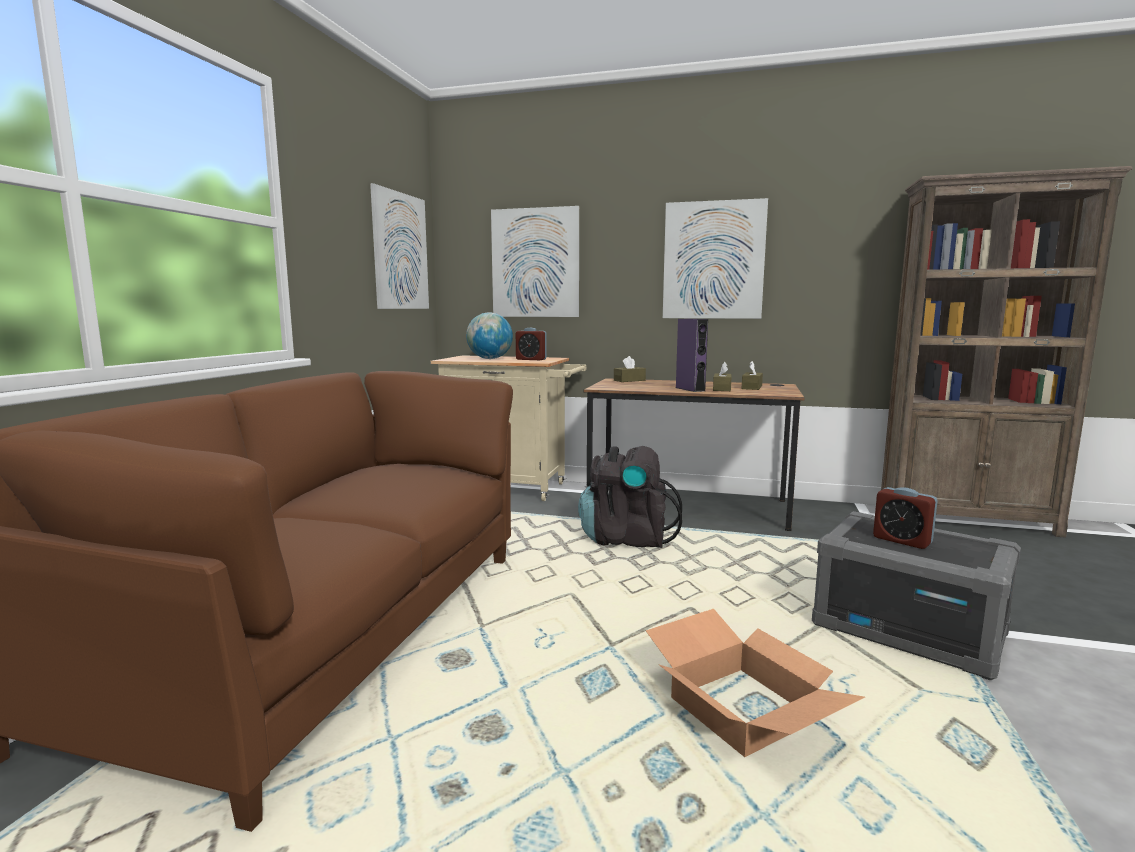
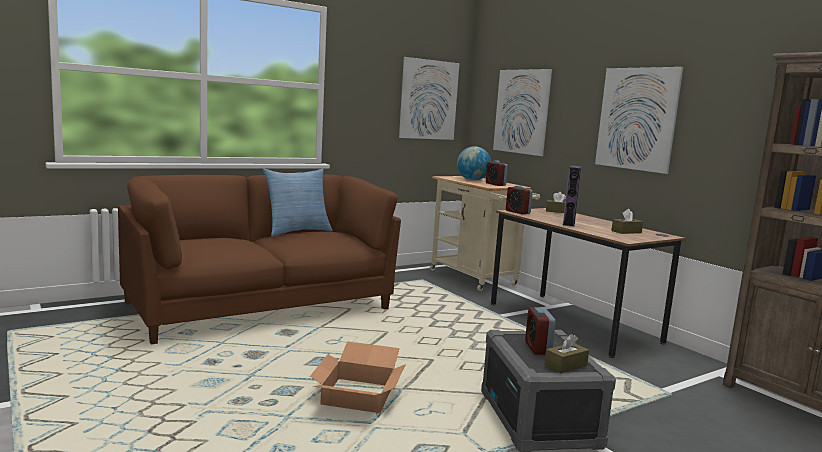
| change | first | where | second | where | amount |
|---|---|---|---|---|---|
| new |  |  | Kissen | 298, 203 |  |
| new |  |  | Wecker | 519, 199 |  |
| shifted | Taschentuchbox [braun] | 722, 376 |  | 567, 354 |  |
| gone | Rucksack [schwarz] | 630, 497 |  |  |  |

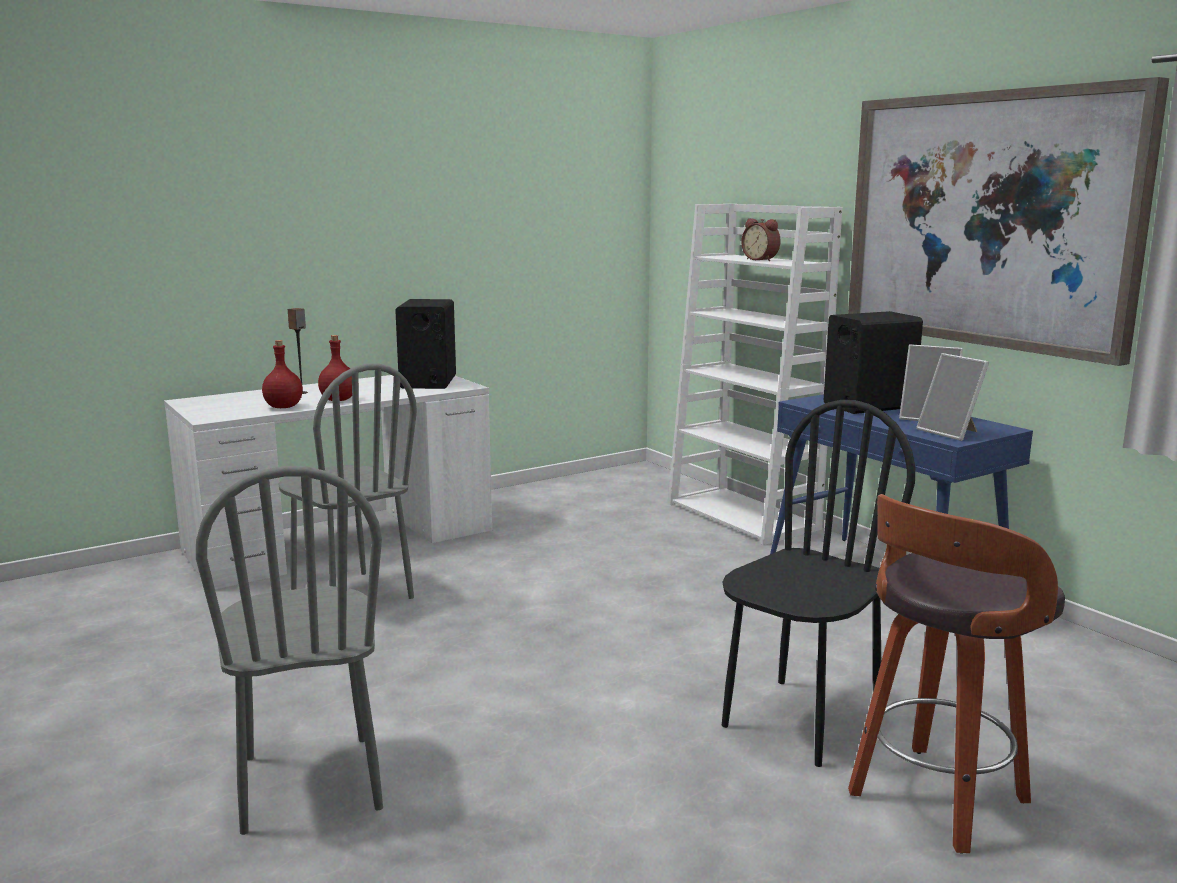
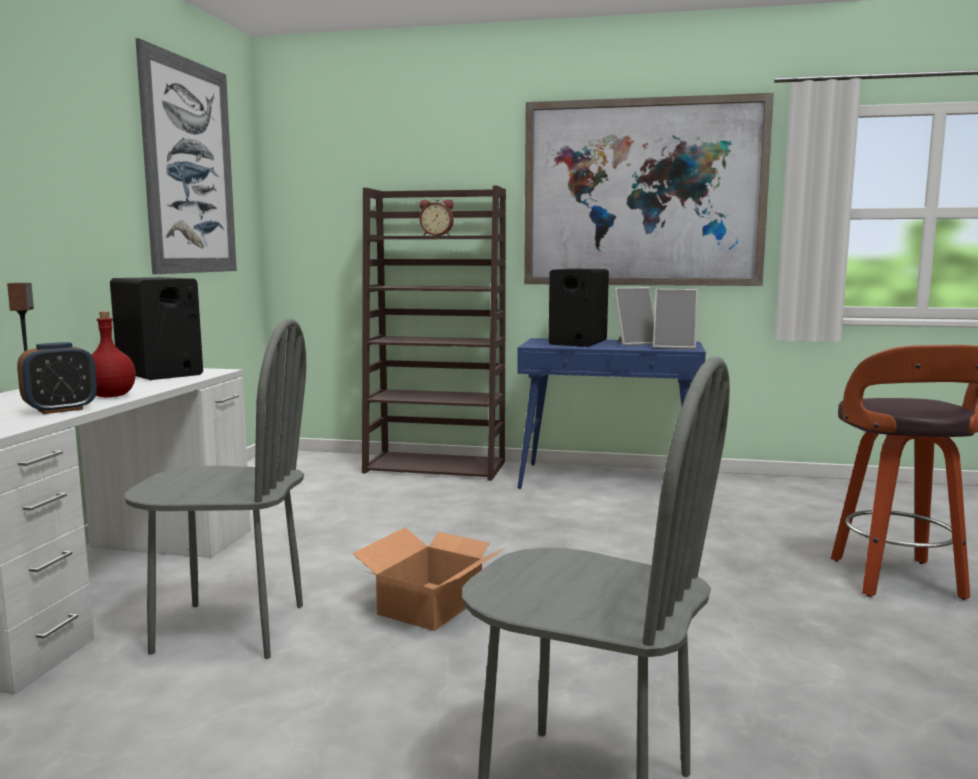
| change | first | where | second | where | amount |
|---|---|---|---|---|---|
| swapped | Flasche [rot] | 282, 374 | Wecker | 57, 378 |  |
| new |  |  | Bild | 186, 156 |  |
| new |  |  | Karton | 428, 579 |  |
| repainted | Bücherregal [weiß] | 755, 374 | Bücherregal [braun] | 434, 333 |  |
| gone | Stuhl [schwarz] | 818, 583 |  |  |  |

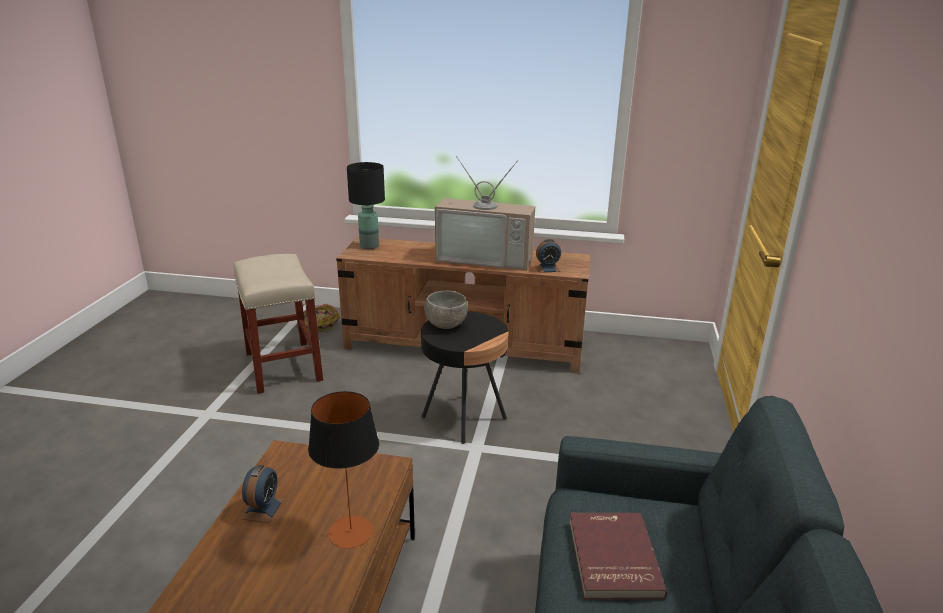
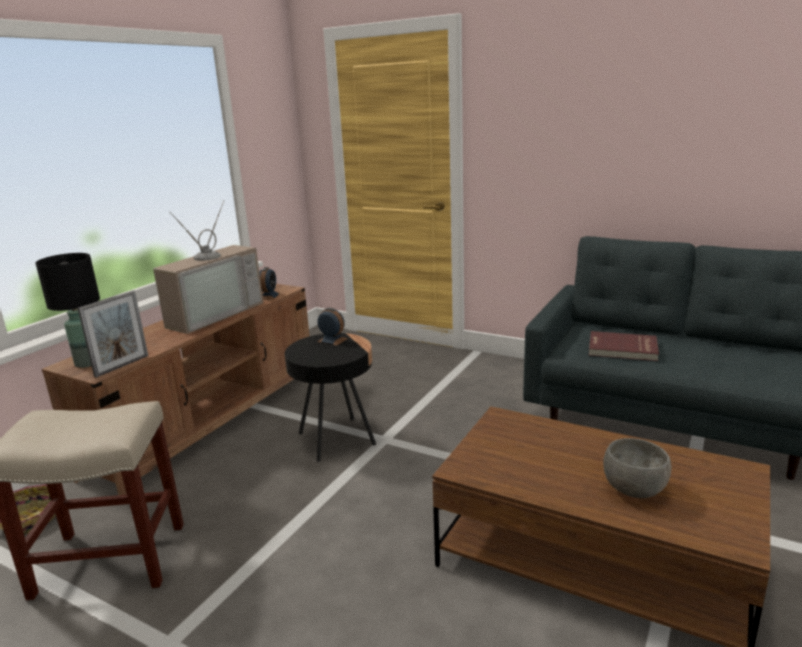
| change | first | where | second | where | amount |
|---|---|---|---|---|---|
| new |  |  | Bilderrahmen | 113, 334 |  |
| shifted | Wecker | 263, 494 |  | 332, 327 |  |
| shifted | Schüssel [grau] | 446, 310 |  | 637, 468 |  |
| gone | Tischlampe | 343, 469 |  |  |  |

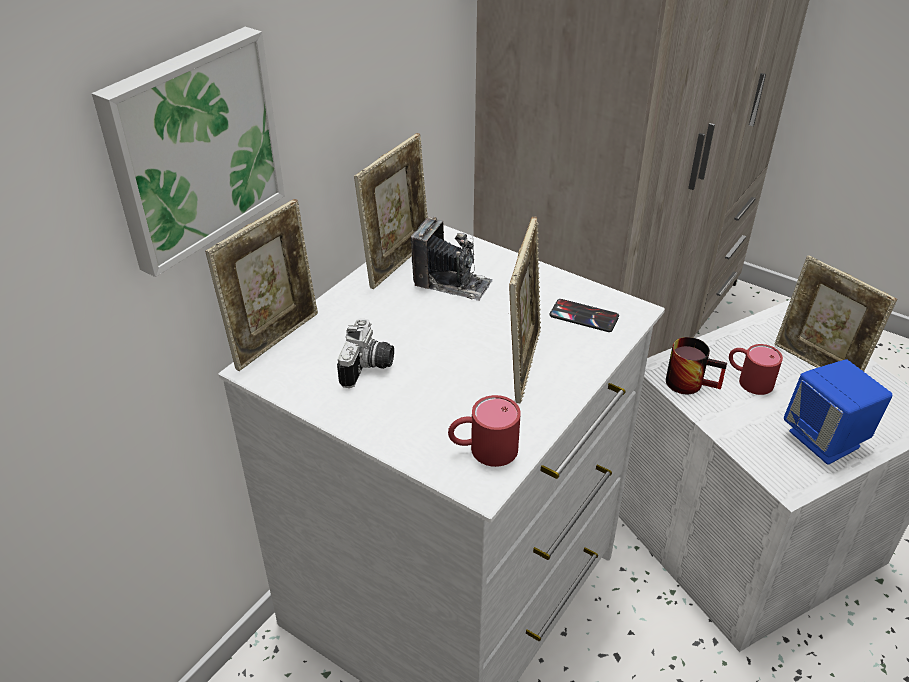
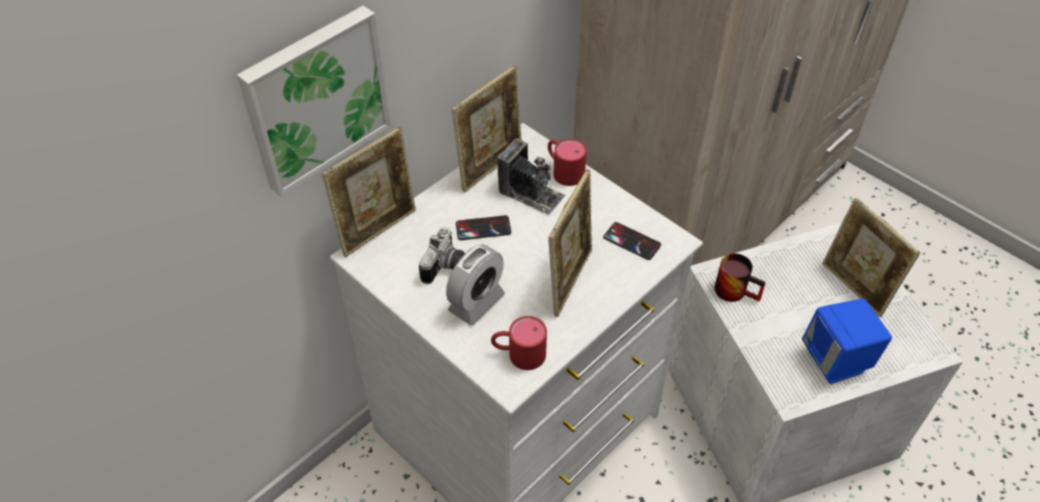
| change | first | where | second | where | amount |
|---|---|---|---|---|---|
| new |  |  | Wecker | 475, 285 |  |
| new |  |  | Handy | 483, 227 |  |
| shifted | Henkelbecher [rot] | 756, 369 |  | 567, 162 |  |

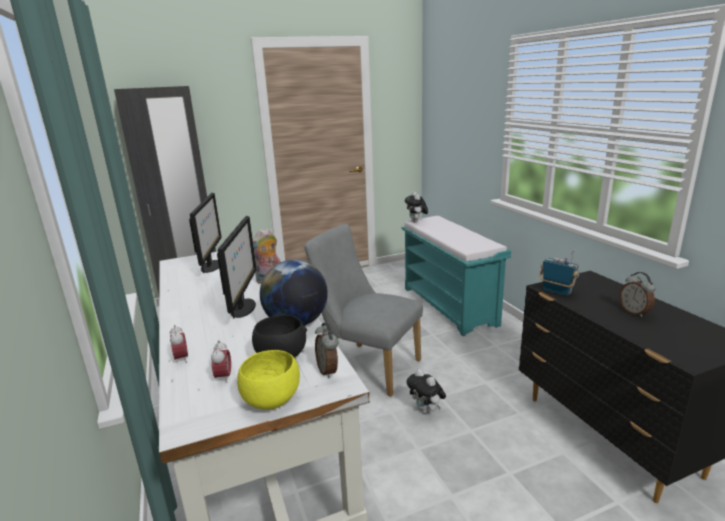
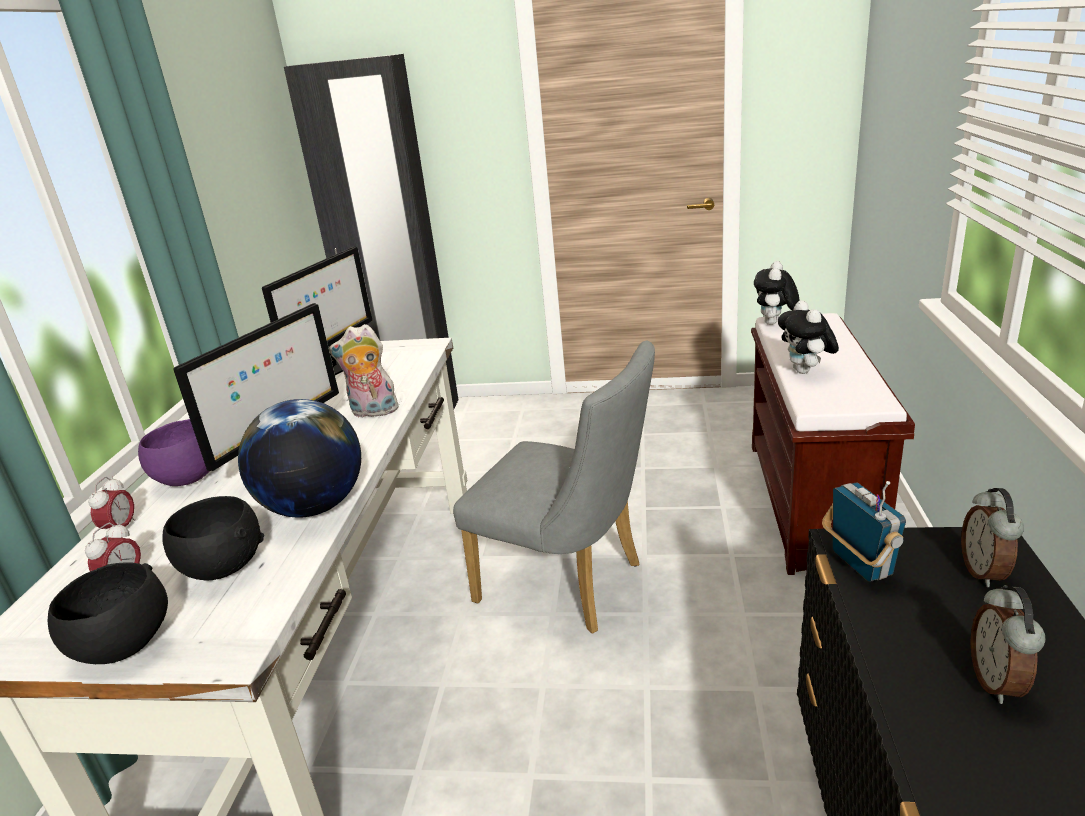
| change | first | where | second | where | amount |
|---|---|---|---|---|---|
| repainted | Schüssel [gelb] | 268, 380 | Schüssel [schwarz] | 107, 613 |  |
| new |  |  | Schüssel [lila] | 173, 452 |  |
| rotated | Stuhl [grau] | 363, 310 |  | 554, 487 | 150 degrees clockwise |
| repainted | Bank [türkis] | 456, 276 | Bank [braun] | 833, 444 |  |
| shifted | Plüschtier | 426, 391 |  | 808, 337 |  |
| shifted | Wecker | 326, 350 |  | 992, 537 |  |

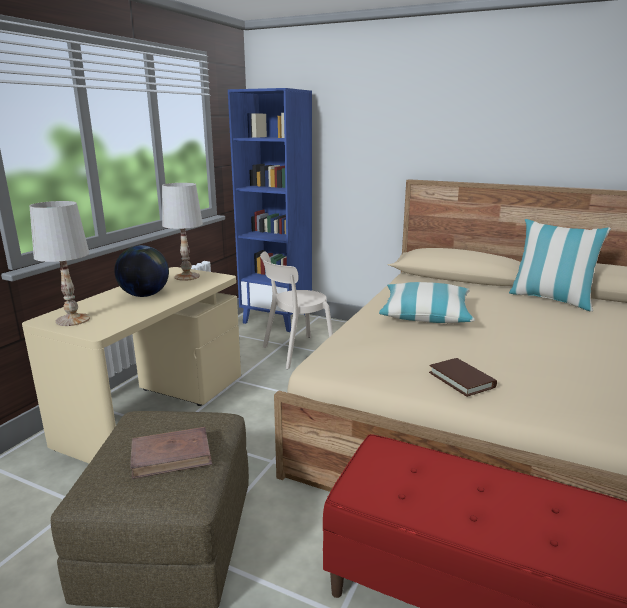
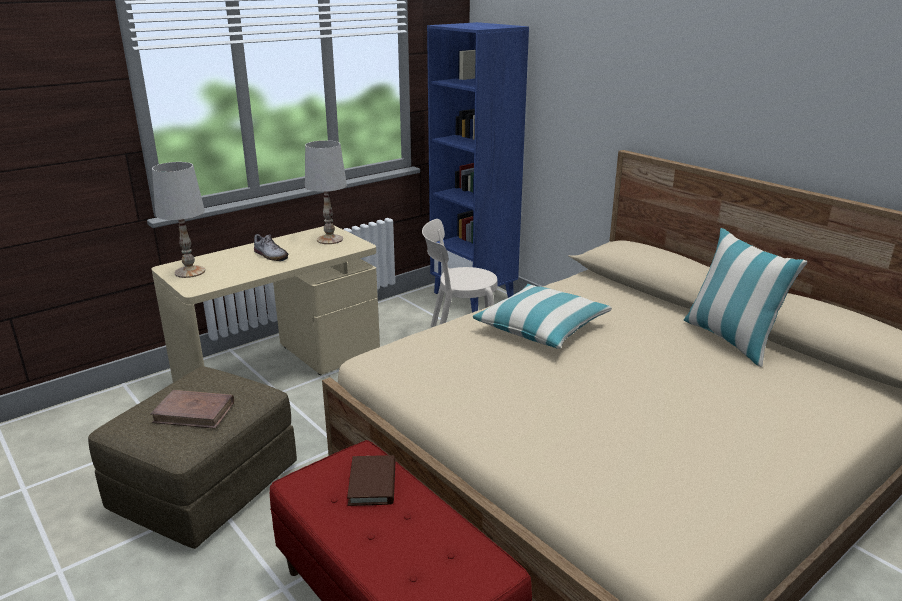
| change | first | where | second | where | amount |
|---|---|---|---|---|---|
| swapped | Globus | 141, 271 | Schuh | 271, 247 |  |
| shifted | Buch [braun] | 463, 377 |  | 371, 480 |  |

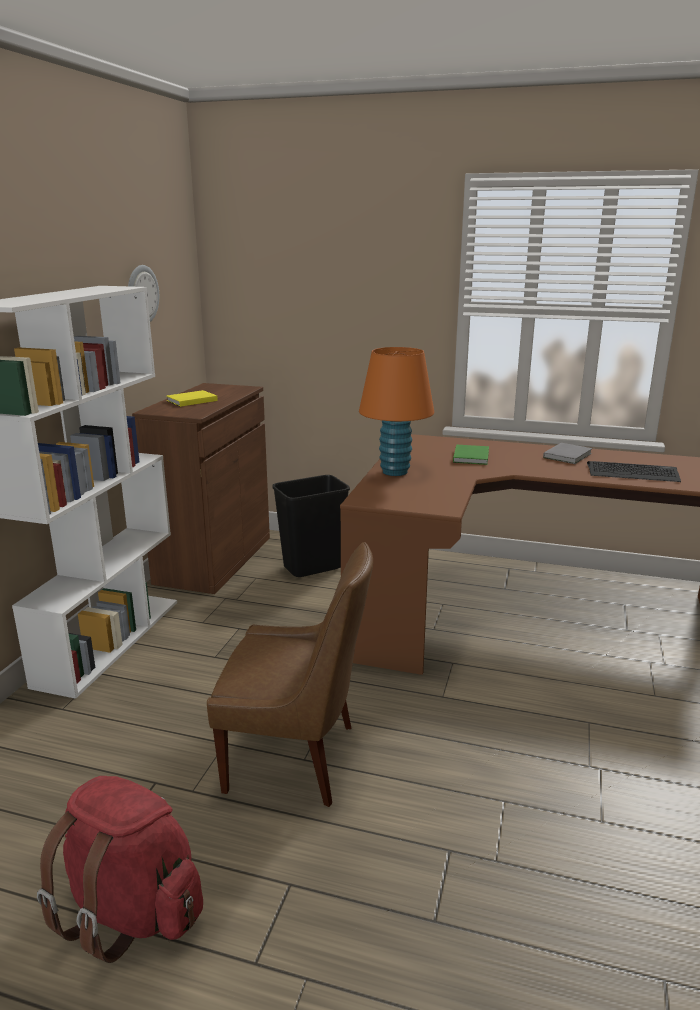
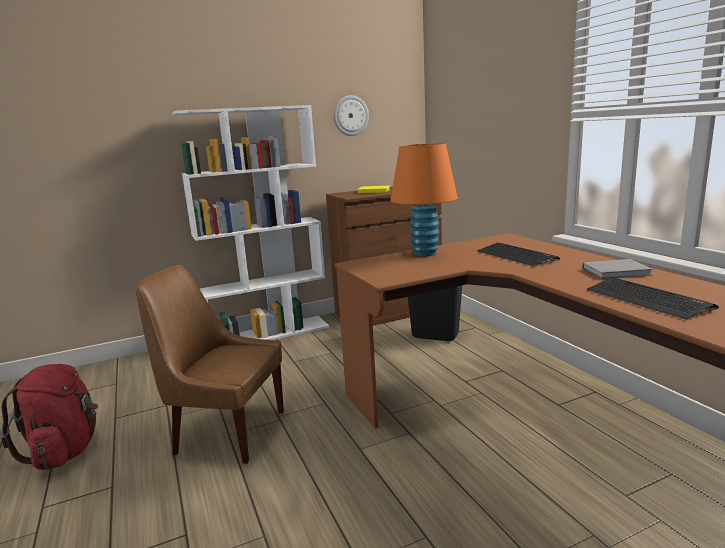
| change | first | where | second | where | amount |
|---|---|---|---|---|---|
| rotated | Stuhl [braun] | 290, 674 |  | 209, 364 | 135 degrees clockwise |
| swapped | Buch [grün] | 471, 455 | Tastatur | 518, 254 |  |

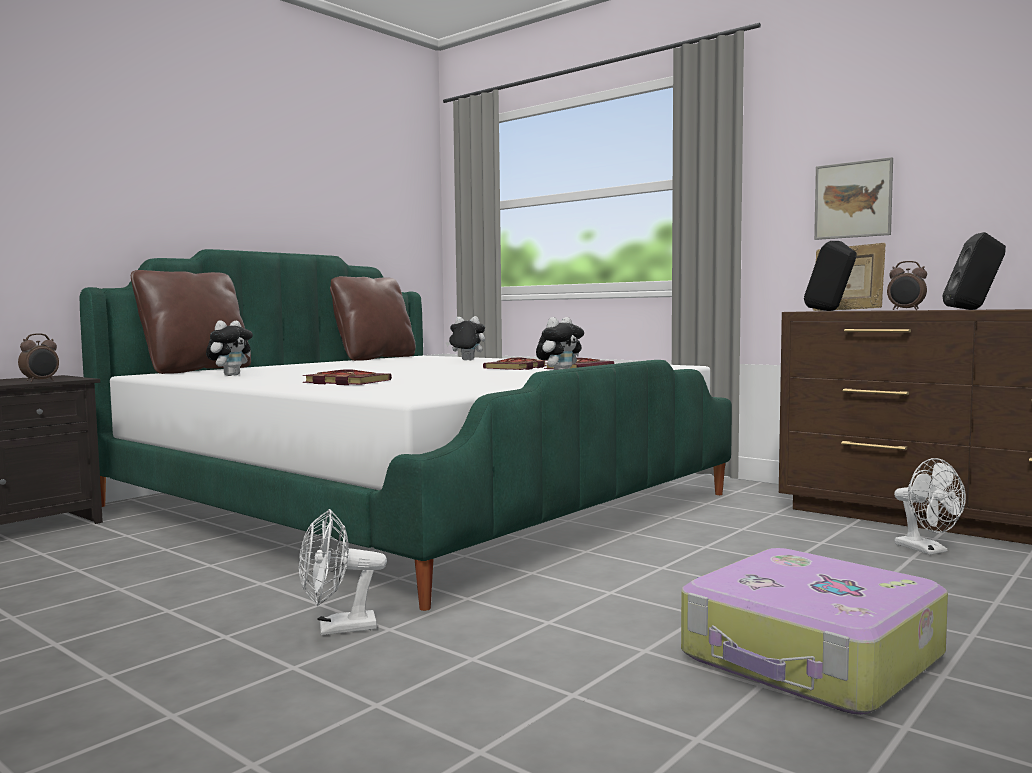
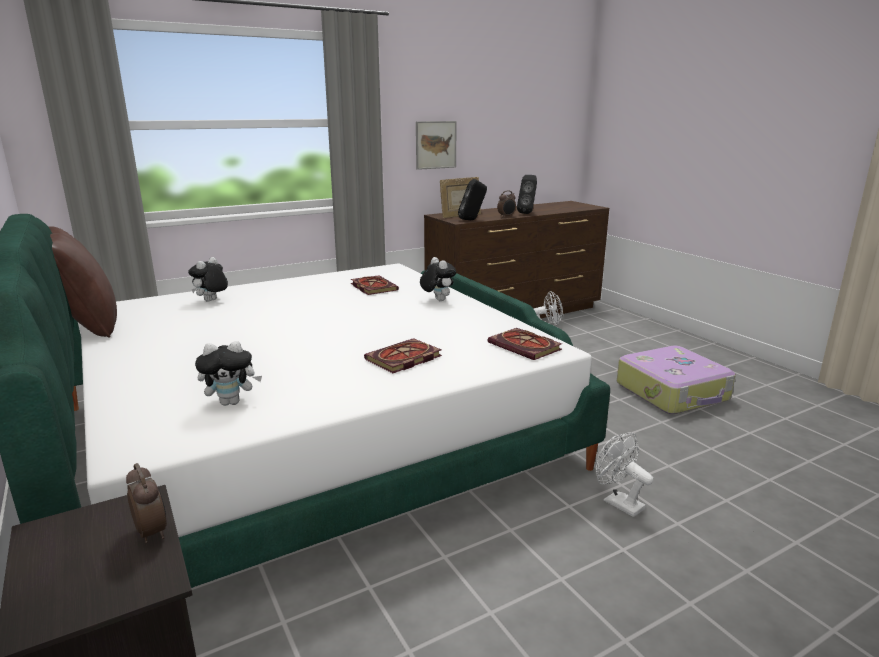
| change | first | where | second | where | amount |
|---|---|---|---|---|---|
| rotated | Plüschtier | 229, 348 |  | 228, 373 | 120 degrees clockwise |
| shifted | Buch | 515, 364 |  | 525, 344 |  |
| rotated | Ventilator [weiß] | 343, 572 |  | 624, 474 | 135 degrees clockwise |
| gone | Kissen [braun] | 191, 322 |  |  |  |

